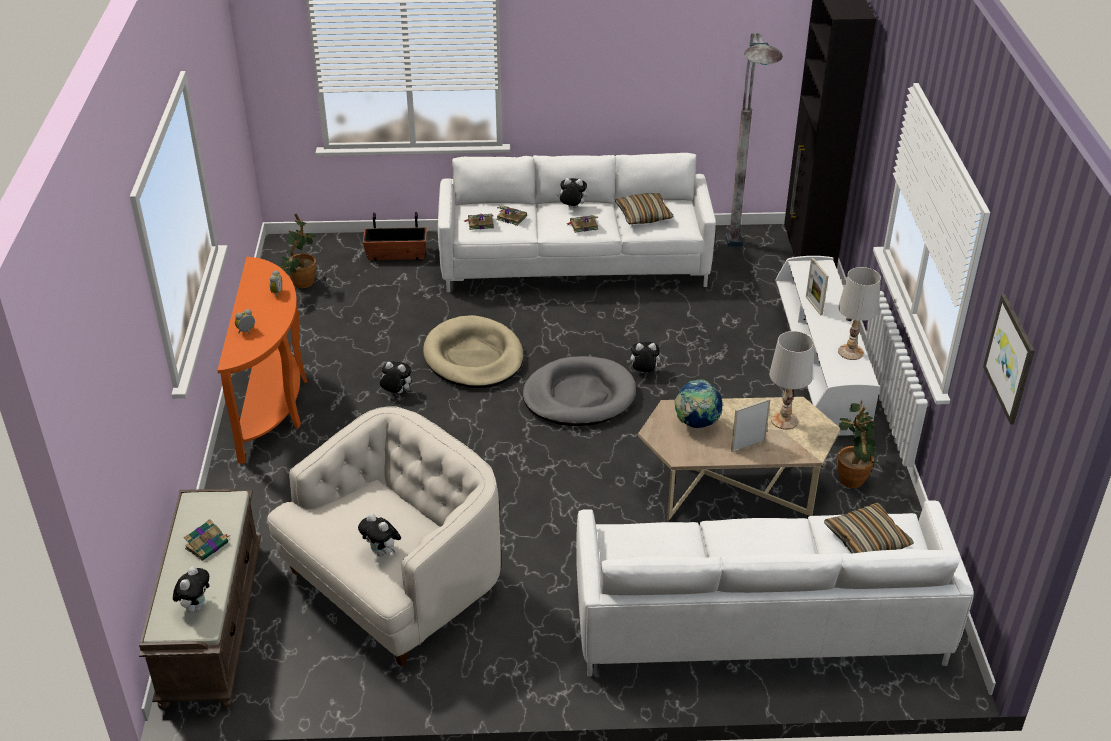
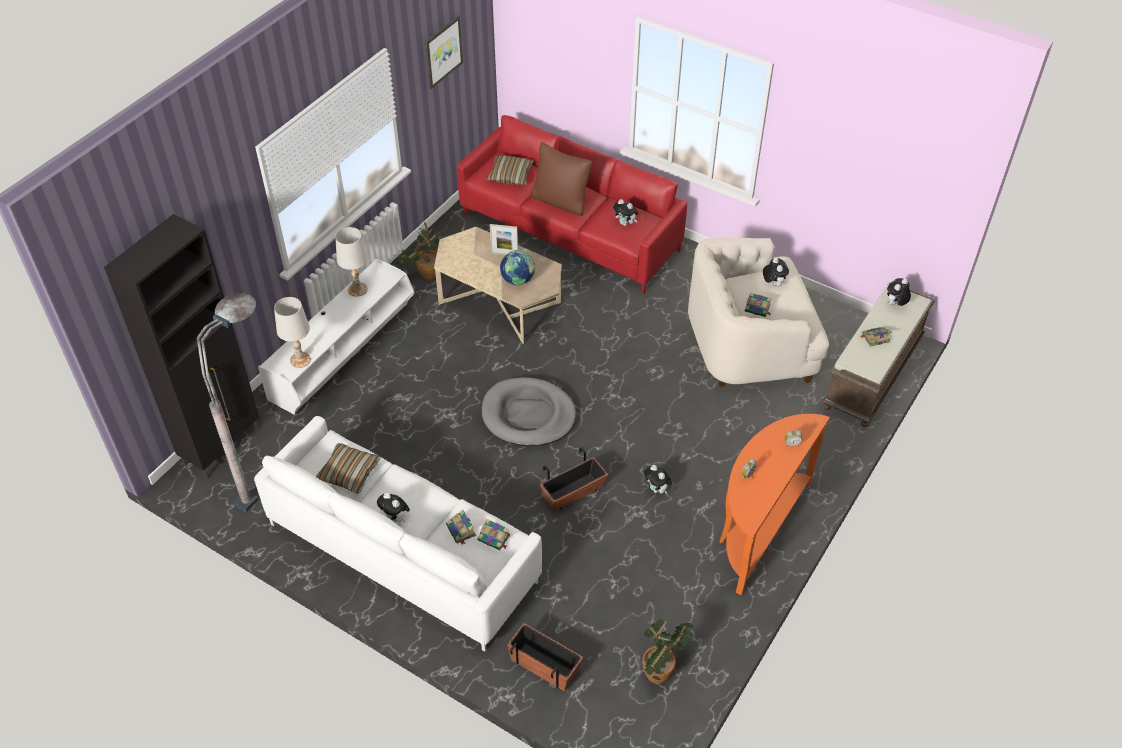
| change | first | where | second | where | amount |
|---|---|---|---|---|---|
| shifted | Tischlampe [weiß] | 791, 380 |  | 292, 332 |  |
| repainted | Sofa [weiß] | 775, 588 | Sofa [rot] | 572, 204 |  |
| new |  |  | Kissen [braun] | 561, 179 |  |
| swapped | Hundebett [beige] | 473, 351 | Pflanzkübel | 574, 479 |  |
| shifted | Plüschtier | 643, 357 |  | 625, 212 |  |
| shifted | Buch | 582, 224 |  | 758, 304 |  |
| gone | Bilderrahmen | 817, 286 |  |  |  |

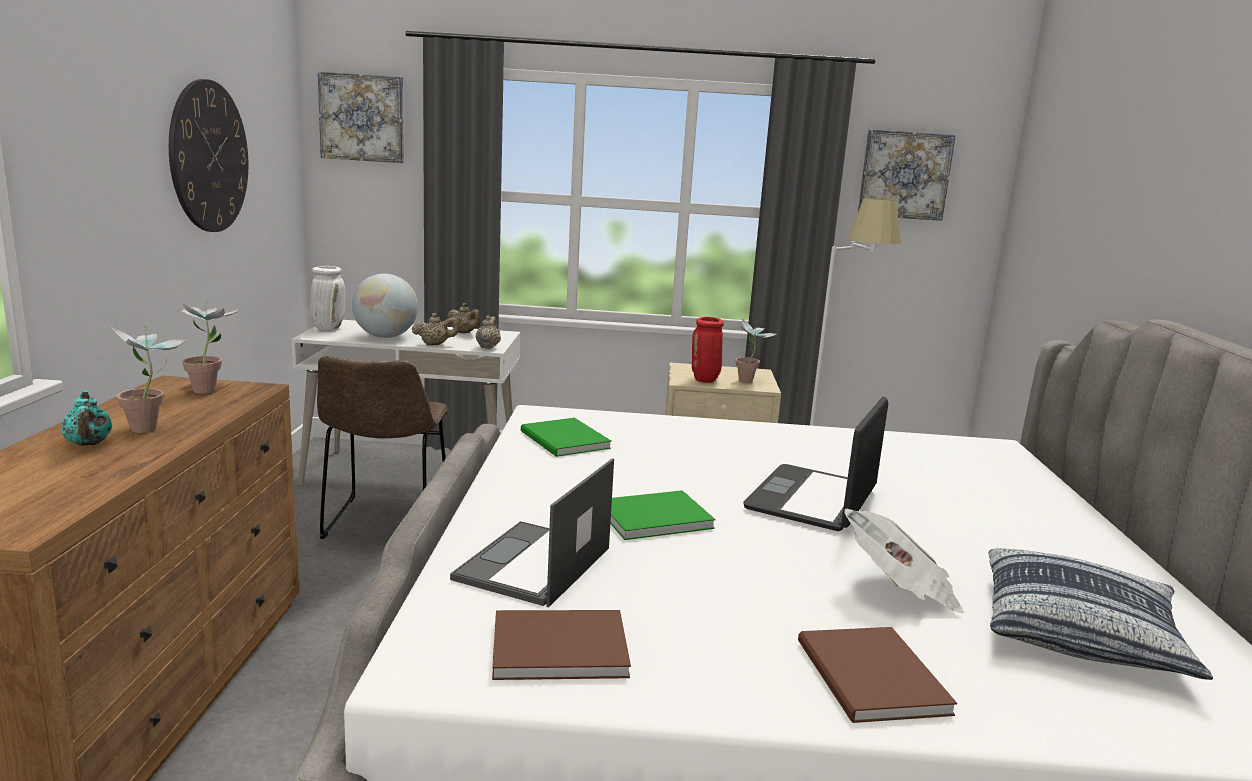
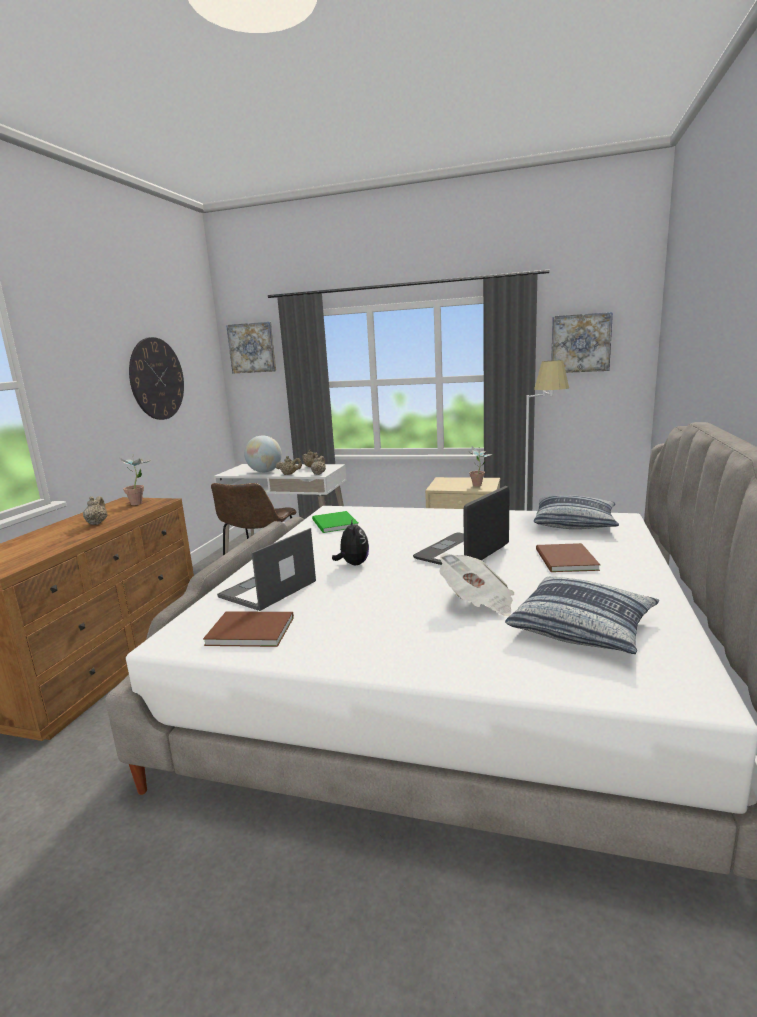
| change | first | where | second | where | amount |
|---|---|---|---|---|---|
| swapped | Topfpflanze | 149, 379 | Teekanne [beige] | 95, 510 |  |
| swapped | Buch [grün] | 662, 515 | Plüschtier | 350, 541 |  |
| new |  |  | Kissen | 576, 512 |  |
| shifted | Buch [braun] | 877, 675 |  | 568, 557 |  |
| gone | Teekanne [türkis] | 86, 418 |  |  |  |
| gone | Vase [weiß] | 327, 298 |  |  |  |
| gone | Vase [rot] | 708, 350 |  |  |  |

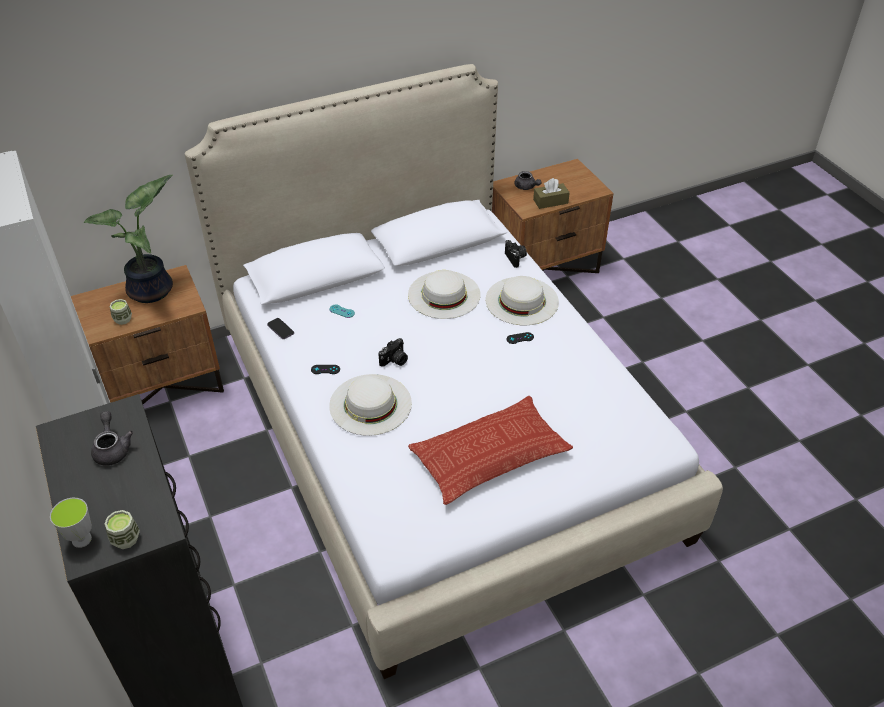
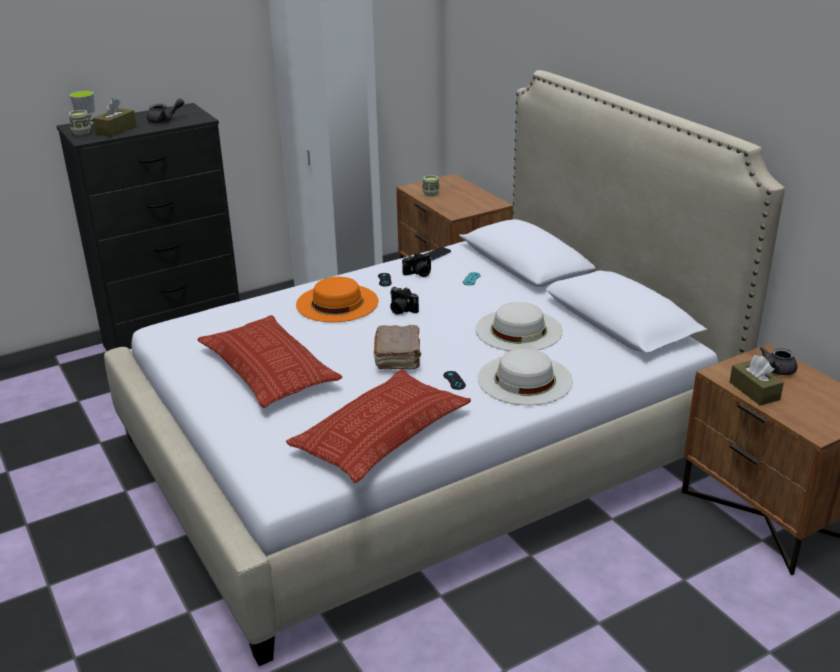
| change | first | where | second | where | amount |
|---|---|---|---|---|---|
| new |  |  | Taschentuchbox [braun] | 115, 117 |  |
| new |  |  | Kissen | 378, 426 |  |
| repainted | Hut [weiß] | 370, 405 | Hut [orange] | 337, 299 |  |
| new |  |  | Buch [braun] | 397, 347 |  |
| shifted | Kamera | 516, 254 |  | 417, 264 |  |
| gone | Topfpflanze | 128, 239 |  |  |  |

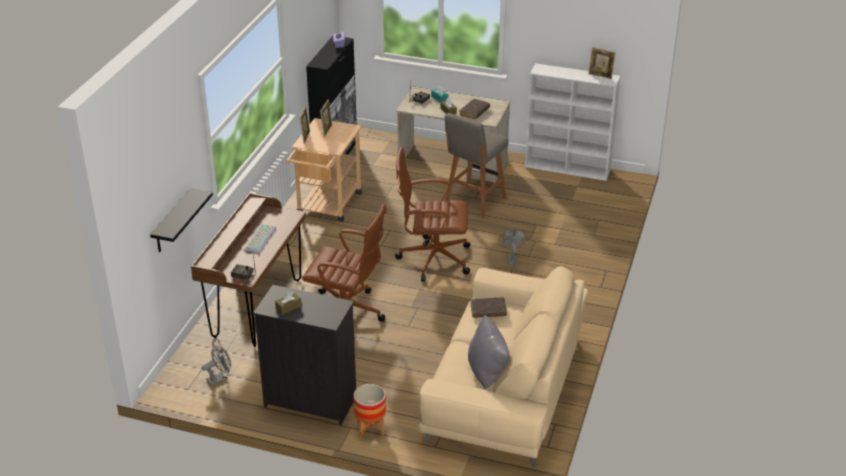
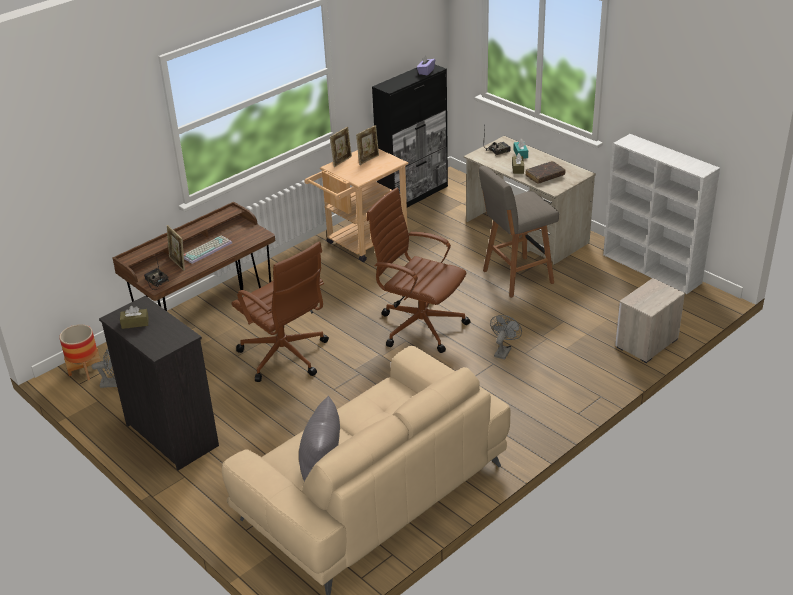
| change | first | where | second | where | amount |
|---|---|---|---|---|---|
| shifted | Pflanzkübel | 369, 411 |  | 80, 352 |  |
| shifted | Bilderrahmen | 602, 63 |  | 176, 248 |  |
| new |  |  | Nachttisch | 650, 320 |  |
| gone | Wandregal [schwarz] | 181, 220 |  |  |  |
| gone | Buch [braun] | 488, 308 |  |  |  |

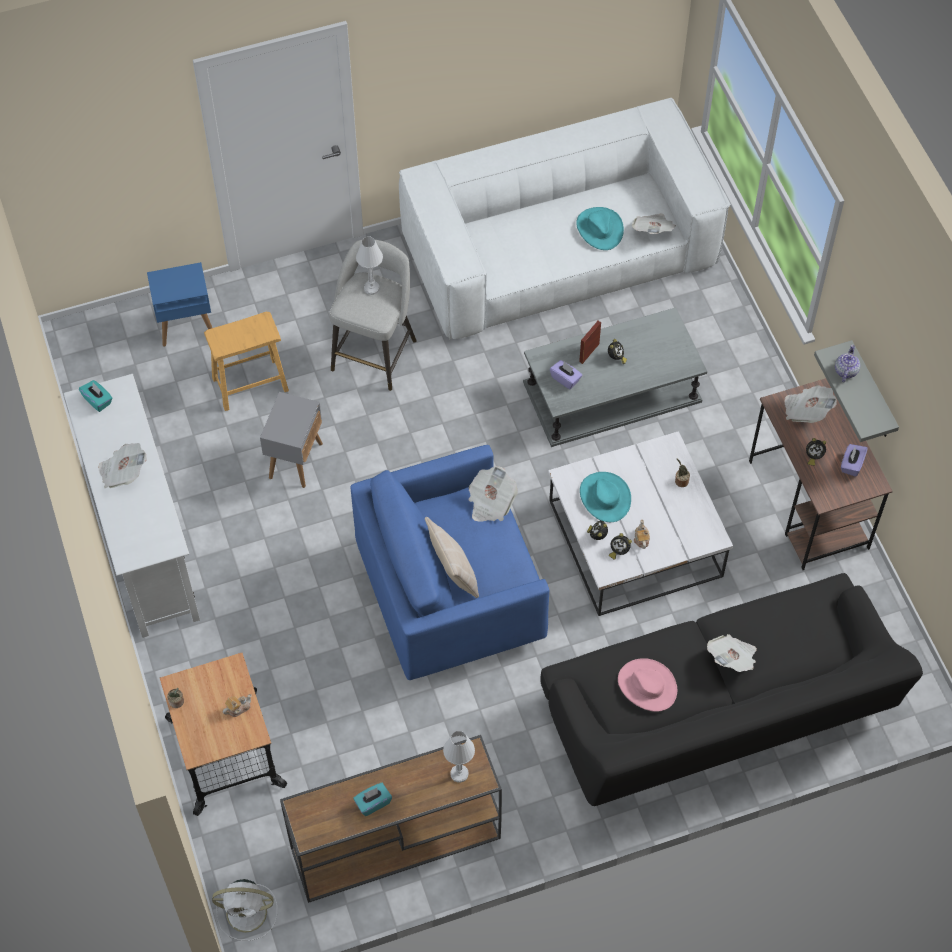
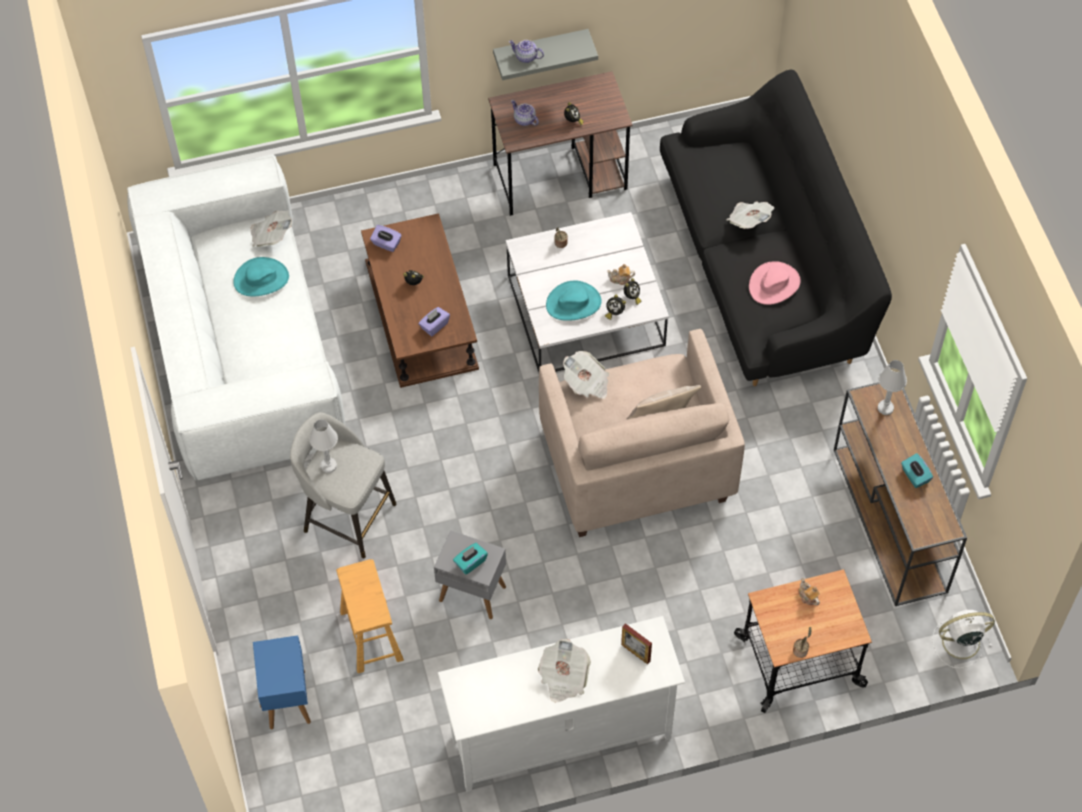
| change | first | where | second | where | amount |
|---|---|---|---|---|---|
| repainted | Couchtisch [grau] | 615, 377 | Couchtisch [braun] | 420, 300 |  |
| shifted | Taschentuchbox [lila] | 854, 460 |  | 386, 238 |  |
| shifted | Taschentuchbox [türkis] | 95, 396 |  | 470, 559 |  |
| swapped | Zeitung | 811, 404 | Teekanne | 525, 113 |  |
| repainted | Sessel [blau] | 450, 562 | Sessel [beige] | 642, 433 |  |
| shifted | Bilderrahmen | 590, 342 |  | 636, 643 |  |
| rotated | Ventilator [weiß] | 244, 910 |  | 963, 639 | 105 degrees counterclockwise |

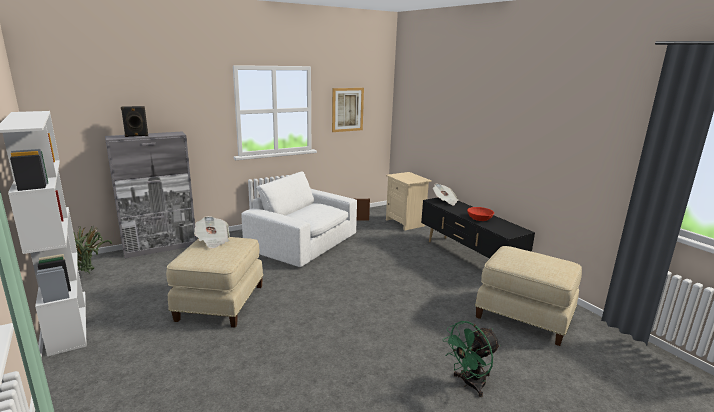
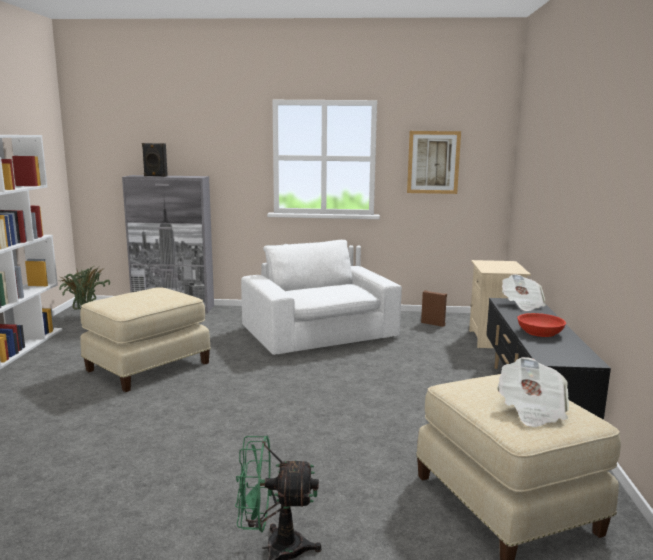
| change | first | where | second | where | amount |
|---|---|---|---|---|---|
| shifted | Zeitung | 212, 232 |  | 533, 392 |  |

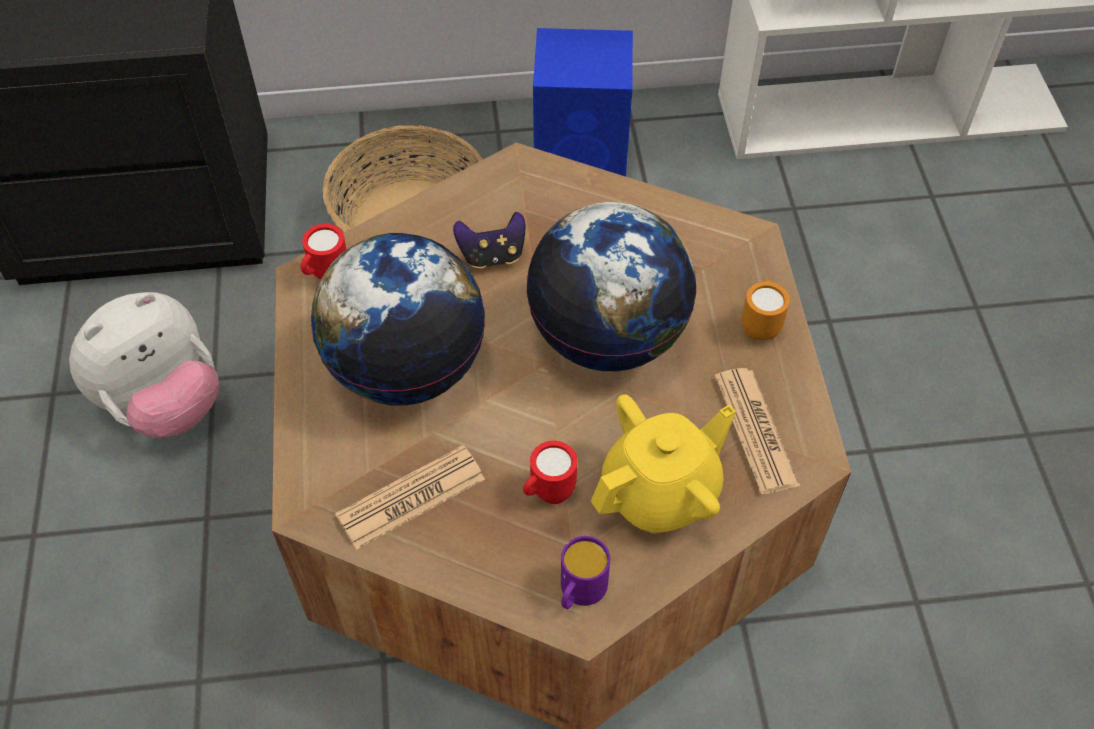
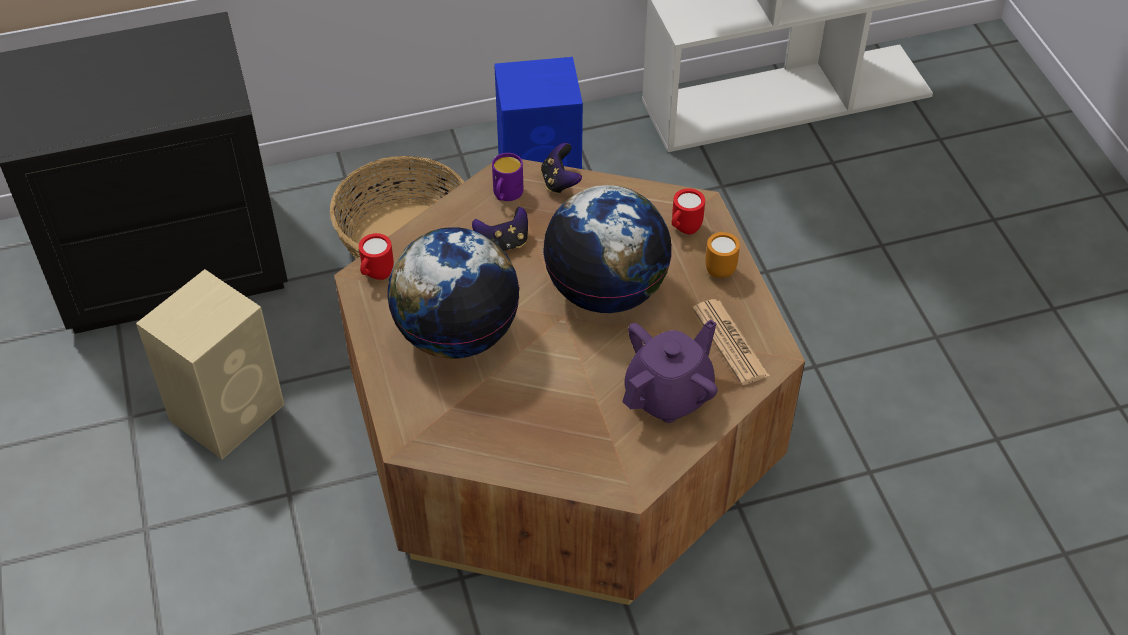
| change | first | where | second | where | amount |
|---|---|---|---|---|---|
| swapped | Plüschtier | 144, 365 | Lautsprecher [beige] | 210, 364 |  |
| shifted | Henkelbecher [lila] | 585, 572 |  | 508, 177 |  |
| new |  |  | Gamepad | 561, 168 |  |
| repainted | Teekanne [gelb] | 663, 463 | Teekanne [lila] | 670, 371 |  |
| shifted | Henkelbecher [rot] | 550, 472 |  | 688, 211 |  |
| gone | Zeitung | 410, 497 |  |  |  |

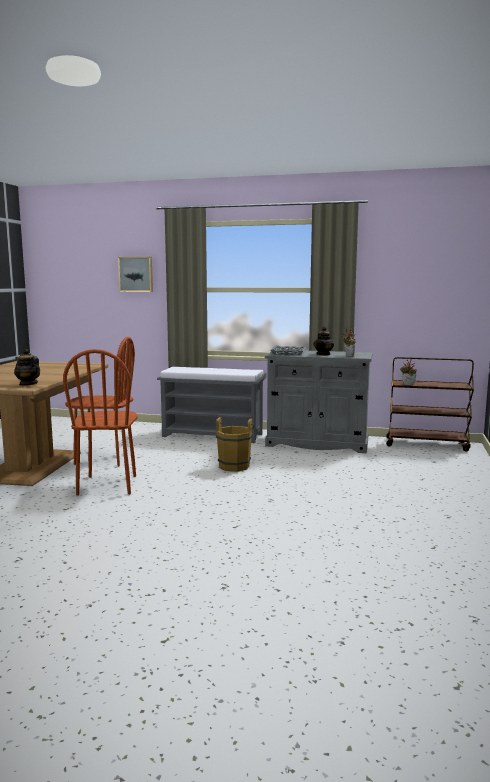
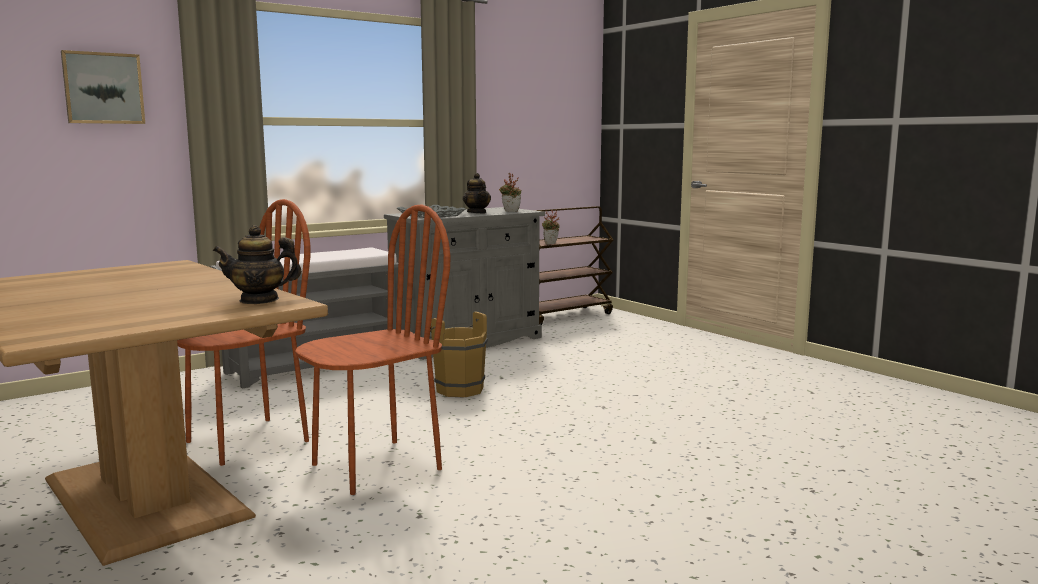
| change | first | where | second | where | amount |
|---|---|---|---|---|---|
| rotated | Stuhl [braun] | 100, 422 |  | 372, 349 | 75 degrees counterclockwise |

